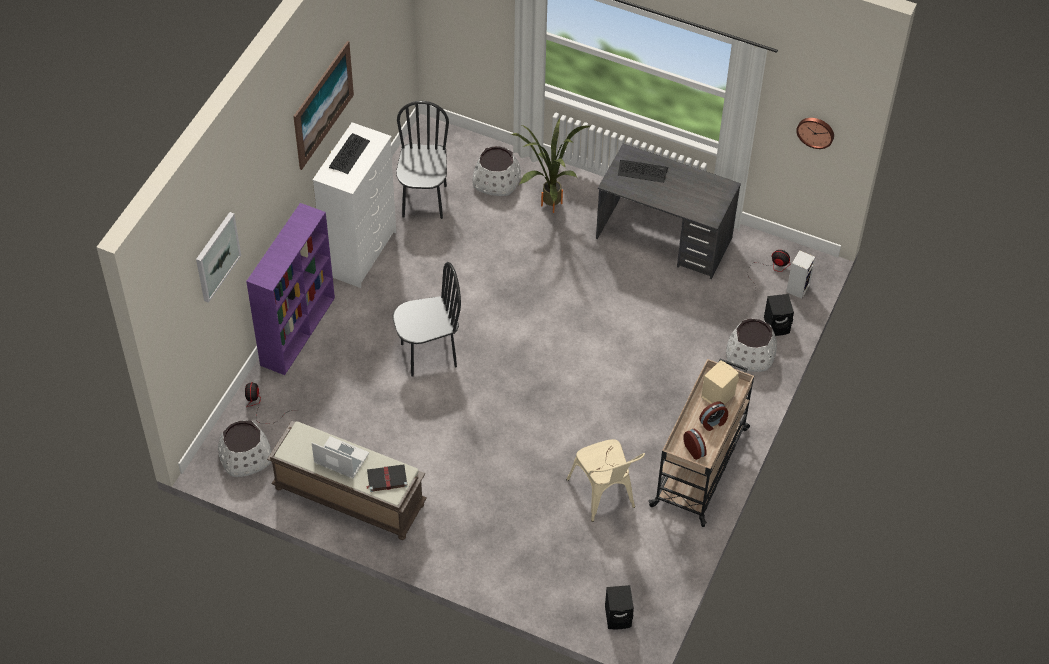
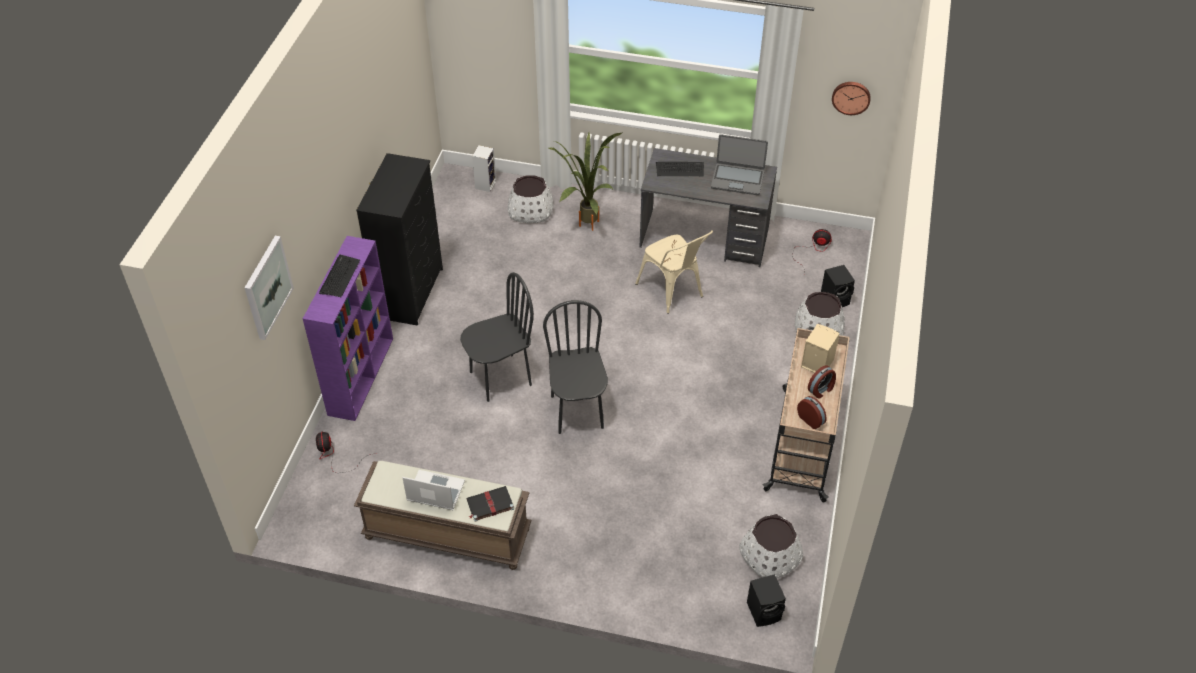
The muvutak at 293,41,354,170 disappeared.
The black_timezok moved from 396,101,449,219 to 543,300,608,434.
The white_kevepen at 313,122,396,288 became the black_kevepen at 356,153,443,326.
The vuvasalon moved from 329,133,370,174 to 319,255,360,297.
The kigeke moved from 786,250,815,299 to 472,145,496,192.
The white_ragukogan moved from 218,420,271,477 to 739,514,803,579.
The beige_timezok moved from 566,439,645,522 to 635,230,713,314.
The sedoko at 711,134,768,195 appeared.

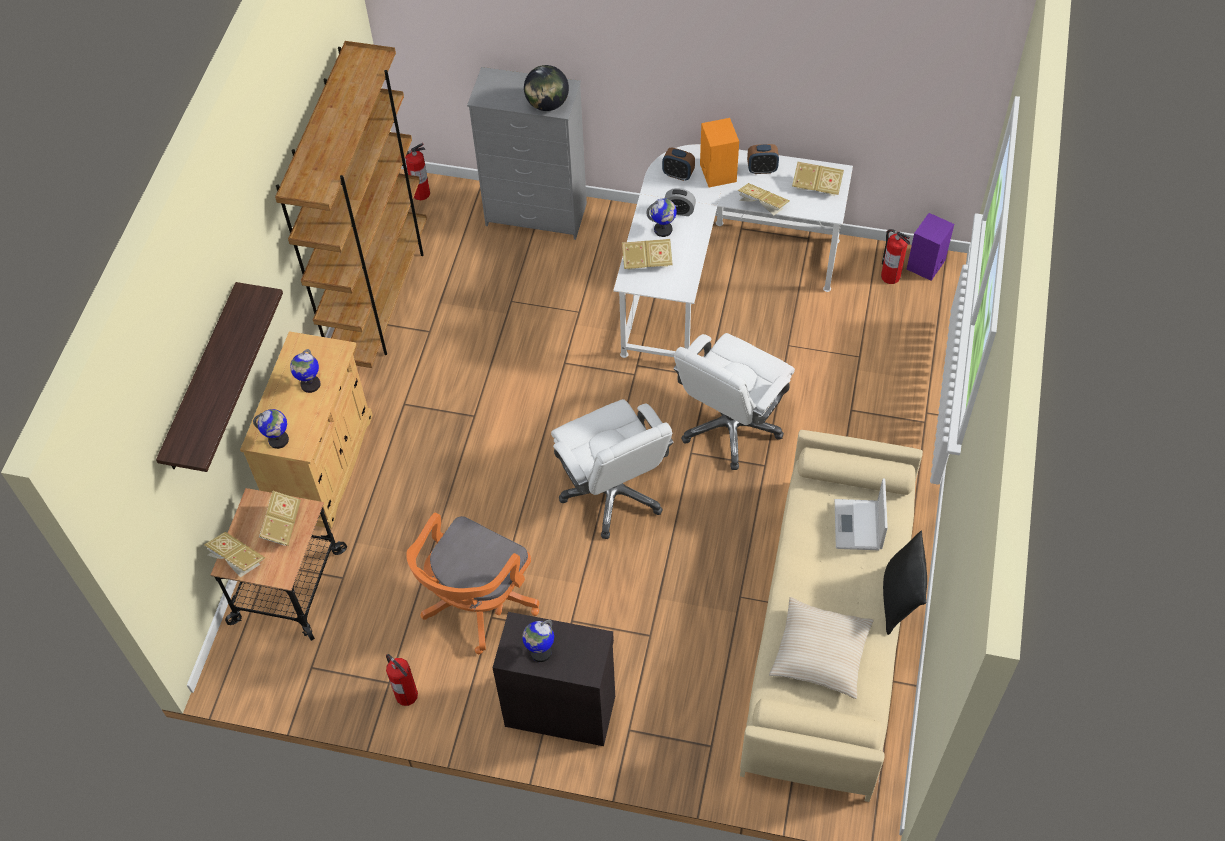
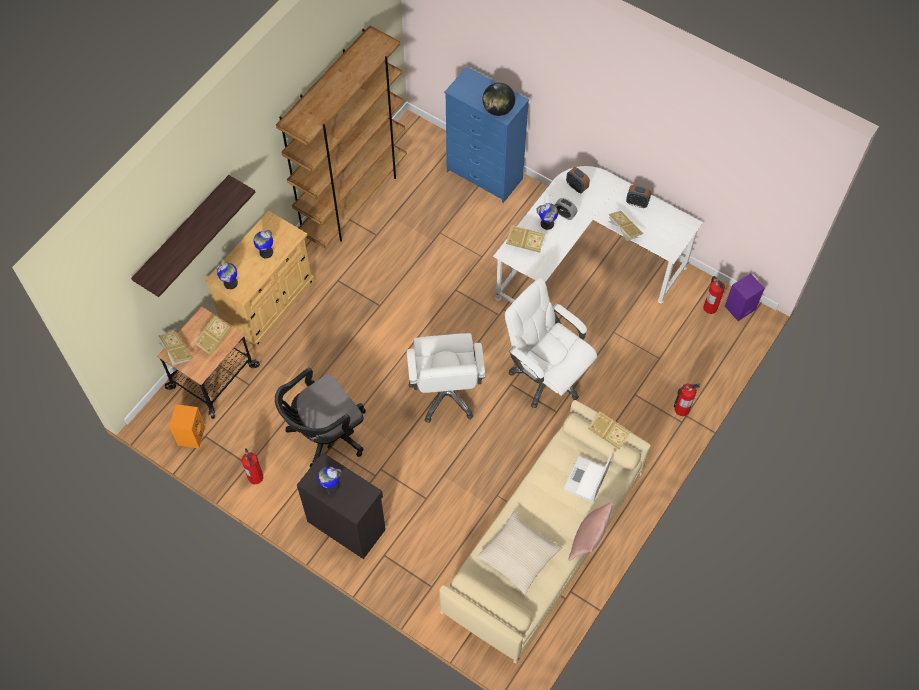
The grey_kevepen at 467,67,587,240 became the blue_kevepen at 444,67,529,203.
The orange_kigeke moved from 700,118,739,187 to 169,404,205,449.
The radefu moved from 405,143,430,201 to 674,384,700,416.
The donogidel moved from 792,162,844,196 to 588,411,630,449.
The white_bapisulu at 673,333,795,470 turned 75 degrees clockwise.
The orange_bapisulu at 406,512,540,654 became the black_bapisulu at 275,368,366,467.
The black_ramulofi at 883,530,927,635 became the pink_ramulofi at 568,502,613,561.

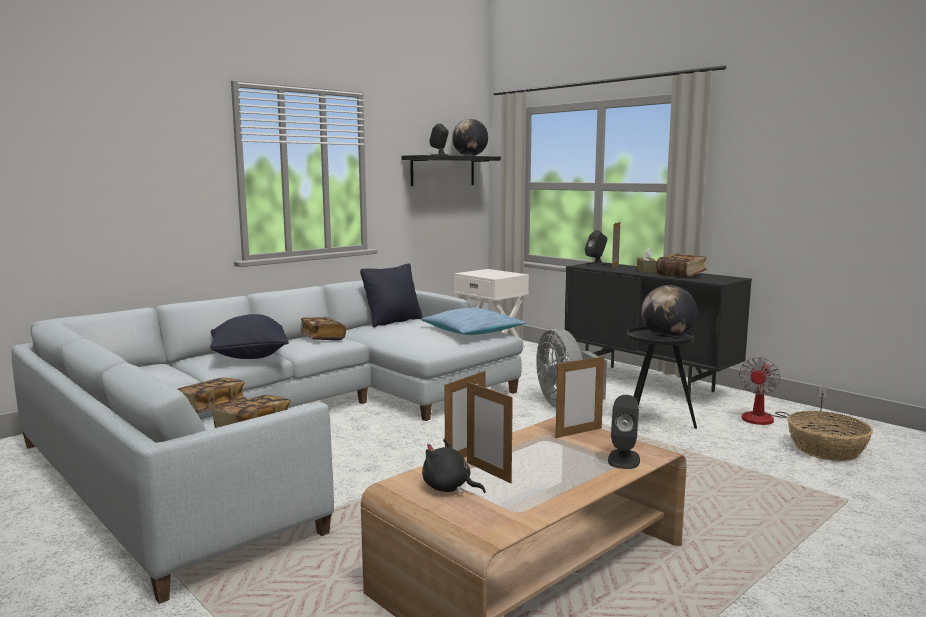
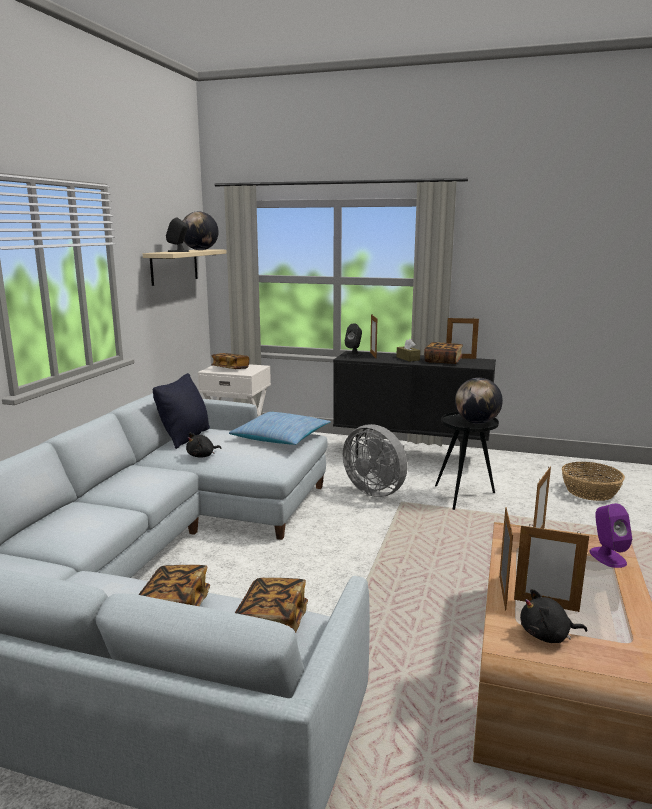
The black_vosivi at 402,155,501,186 became the beige_vosivi at 143,249,227,286.
The black_ramulofi at 210,314,289,359 disappeared.
The donogidel moved from 300,317,346,341 to 211,353,249,369.
The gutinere at 739,357,828,425 disappeared.
The black_kigeke at 608,395,640,469 became the purple_kigeke at 589,503,632,568.
The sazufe at 446,317,479,359 appeared.
The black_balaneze at 186,433,222,457 appeared.

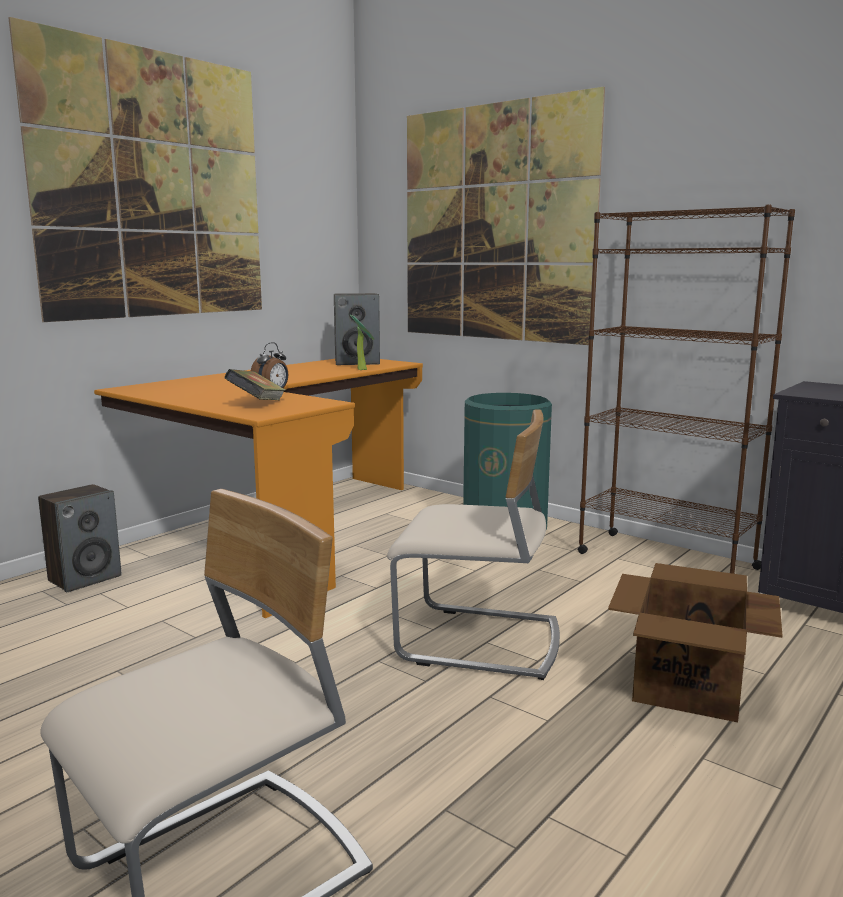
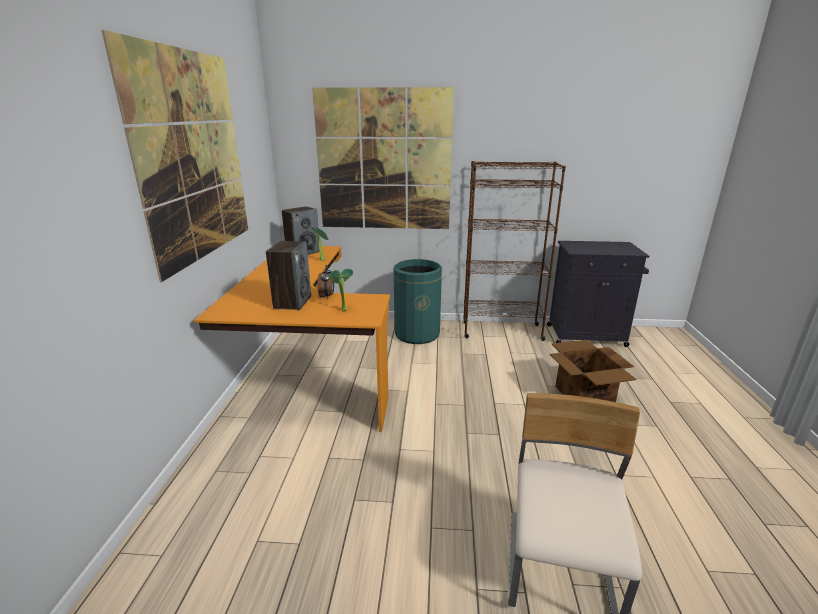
The donogidel at 224,369,286,401 was replaced by the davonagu at 329,269,353,311.
The beige_timezok at 387,410,560,680 disappeared.
The kigeke moved from 38,484,122,592 to 266,241,311,310.

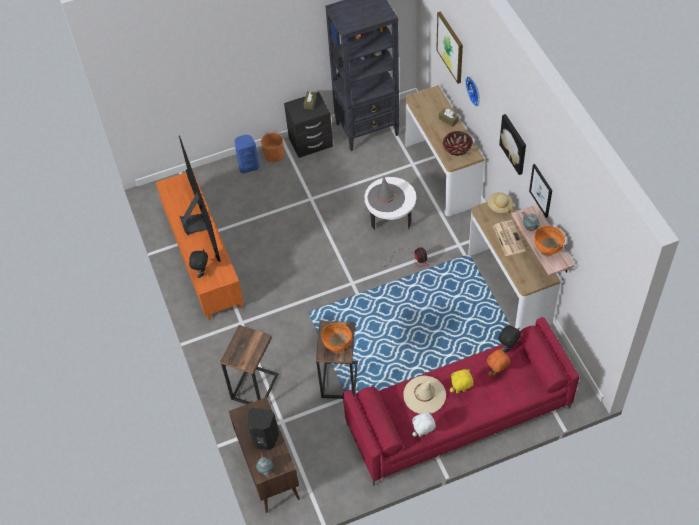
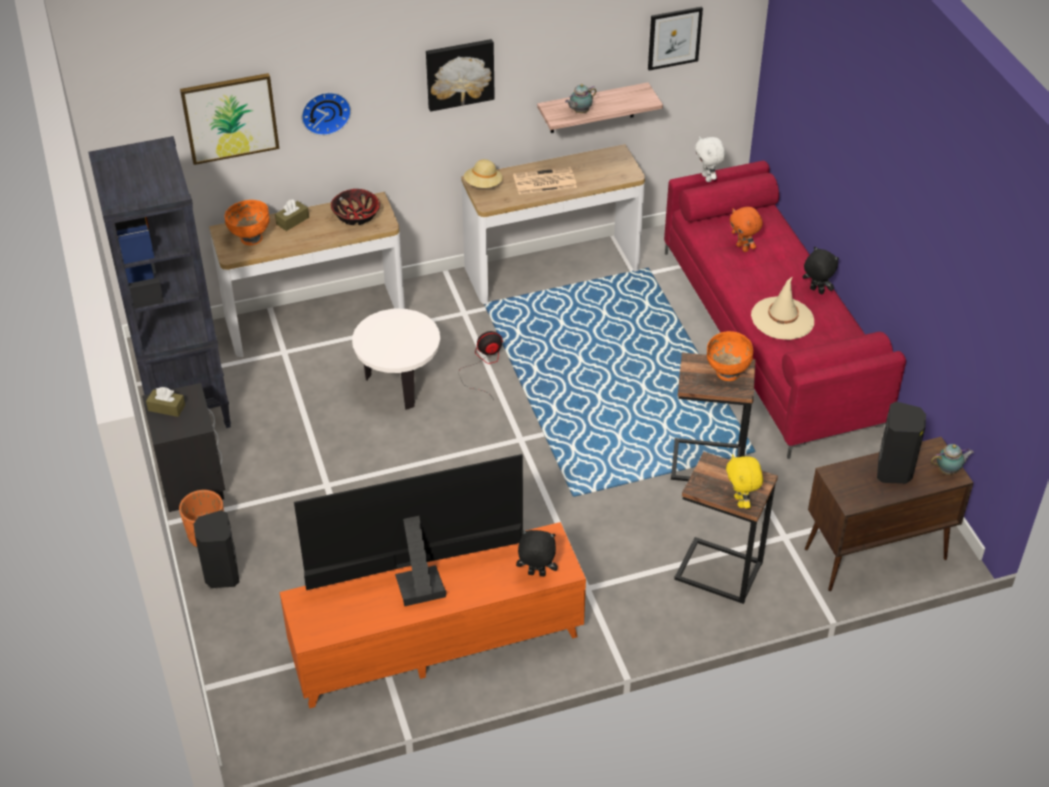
The blue_kigeke at 235,135,260,173 became the black_kigeke at 194,510,239,588.
The muvutak moved from 529,164,552,218 to 648,7,703,70.
The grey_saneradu at 367,176,405,212 disappeared.
The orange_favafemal moved from 535,226,565,257 to 225,200,270,245.
The black_balaneze moved from 498,326,521,353 to 803,247,839,294.
The yellow_balaneze moved from 450,369,473,393 to 726,454,763,509.
The white_balaneze moved from 412,412,436,437 to 695,136,726,182.

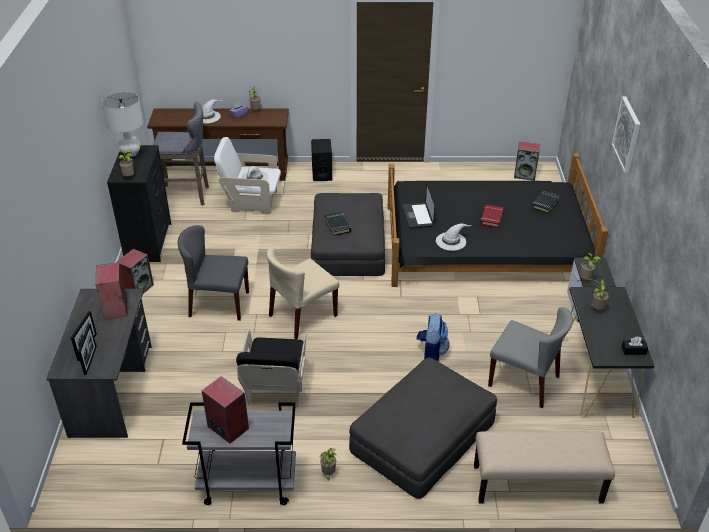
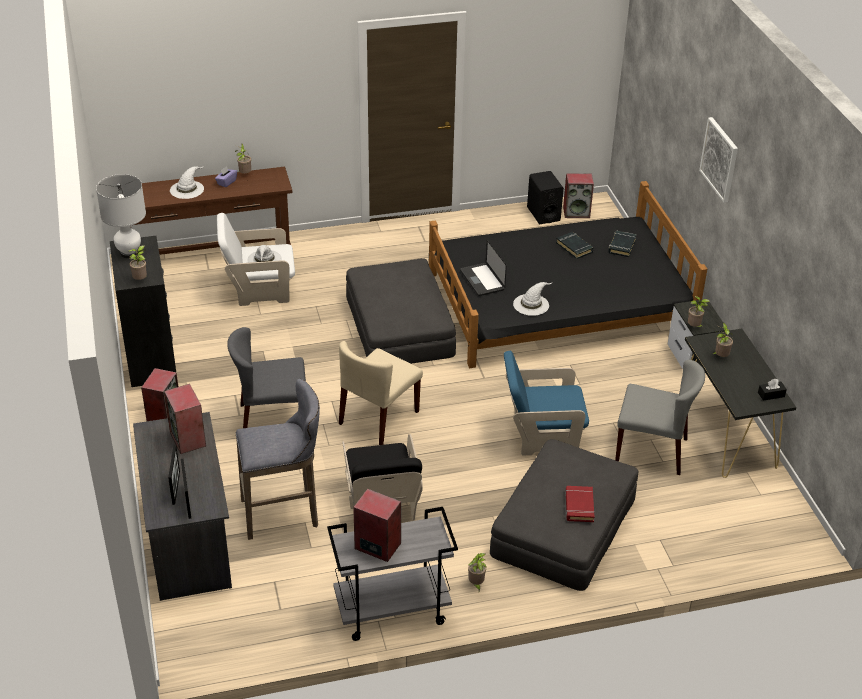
The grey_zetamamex moved from 153,102,209,205 to 236,379,320,540.
The black_kigeke moved from 311,139,332,181 to 527,171,564,224.
The red_donogidel moved from 480,205,504,228 to 565,486,594,522.
The black_donogidel moved from 325,212,351,236 to 556,232,594,259.
The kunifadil at 417,313,450,361 was replaced by the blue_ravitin at 504,351,589,455.
The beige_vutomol at 474,431,615,504 disappeared.

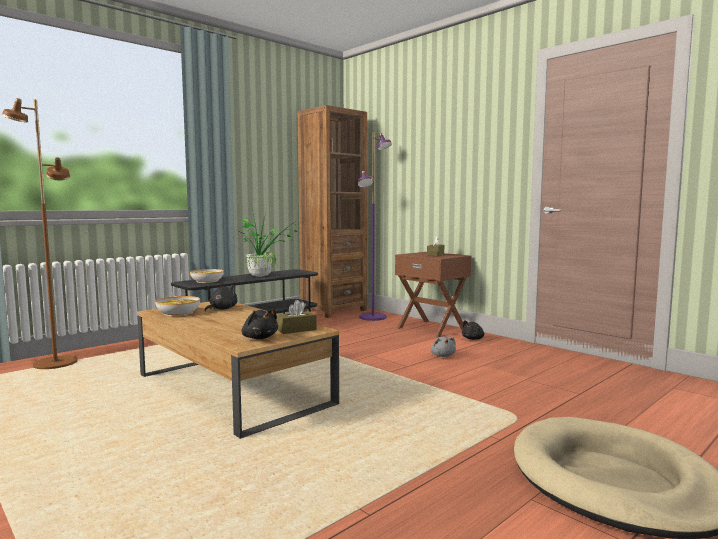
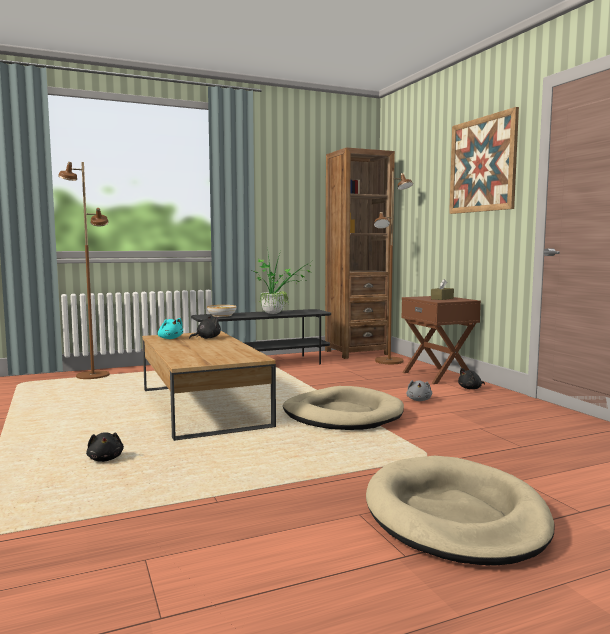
The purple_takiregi at 358,132,392,321 became the brown_takiregi at 374,172,413,364.
The favafemal at 155,296,200,316 was replaced by the turquoise_balaneze at 158,318,183,339.
The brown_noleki at 276,300,317,334 disappeared.
The black_balaneze moved from 242,308,278,339 to 86,432,124,462.
The muvutak at 449,107,519,214 appeared.
The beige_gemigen at 283,386,404,430 appeared.

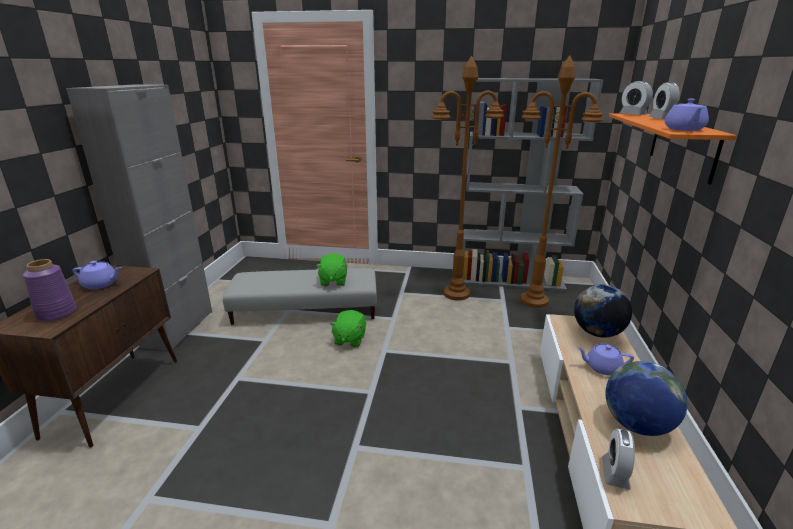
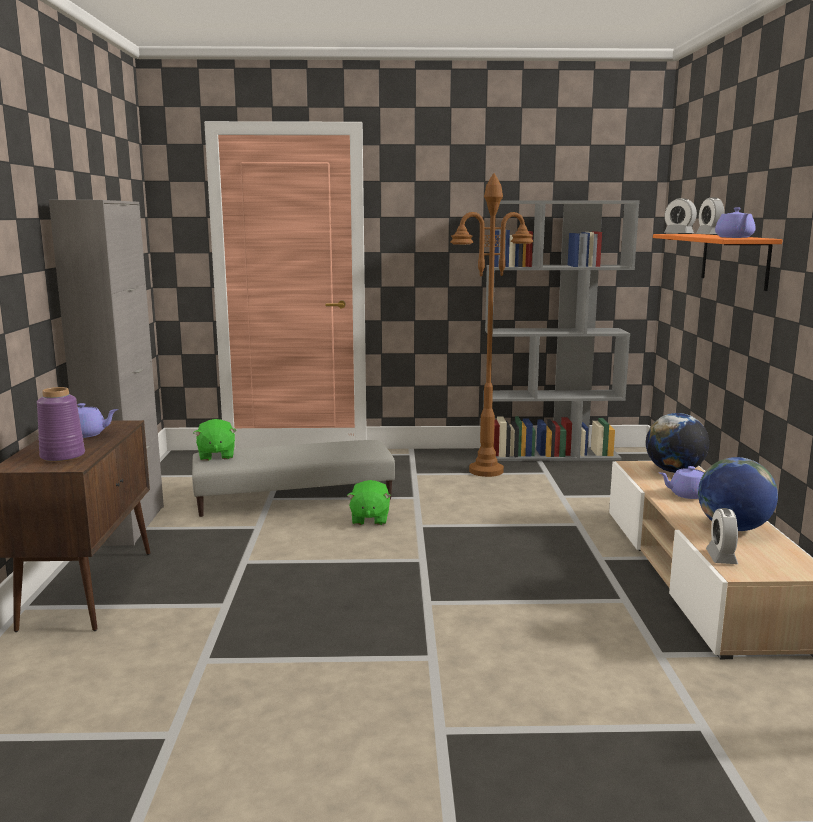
The brown_takiregi at 521,55,603,308 disappeared.
The green_balaneze moved from 316,253,347,286 to 194,419,237,461.

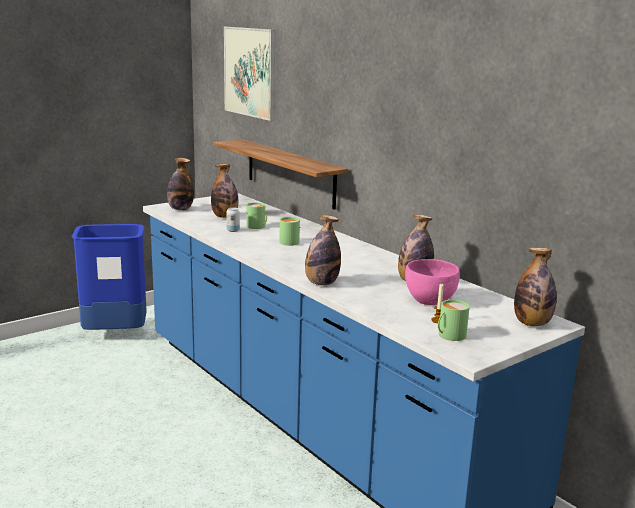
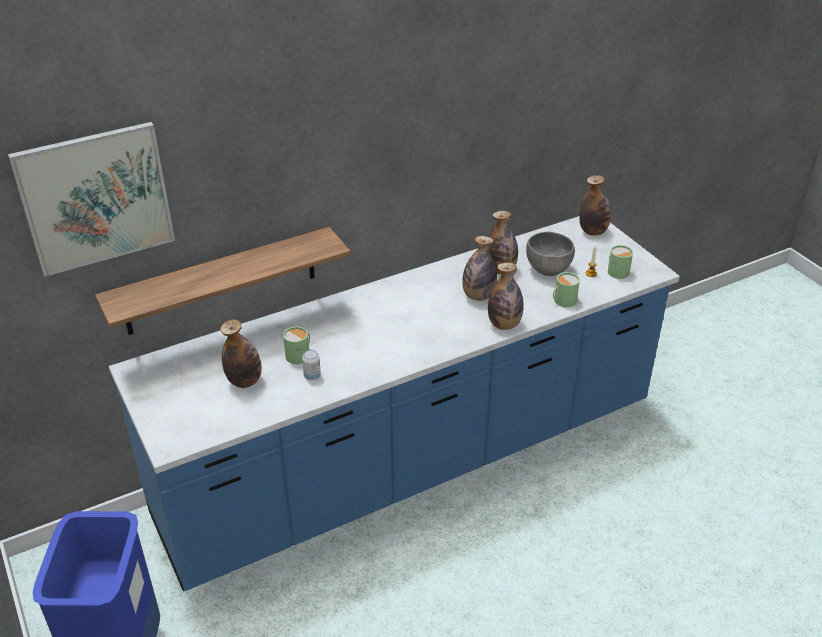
The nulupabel moved from 167,158,194,210 to 462,236,497,301.
The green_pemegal moved from 279,217,301,246 to 553,272,580,307.
The pink_favafemal at 405,259,460,305 became the grey_favafemal at 526,232,575,276.

